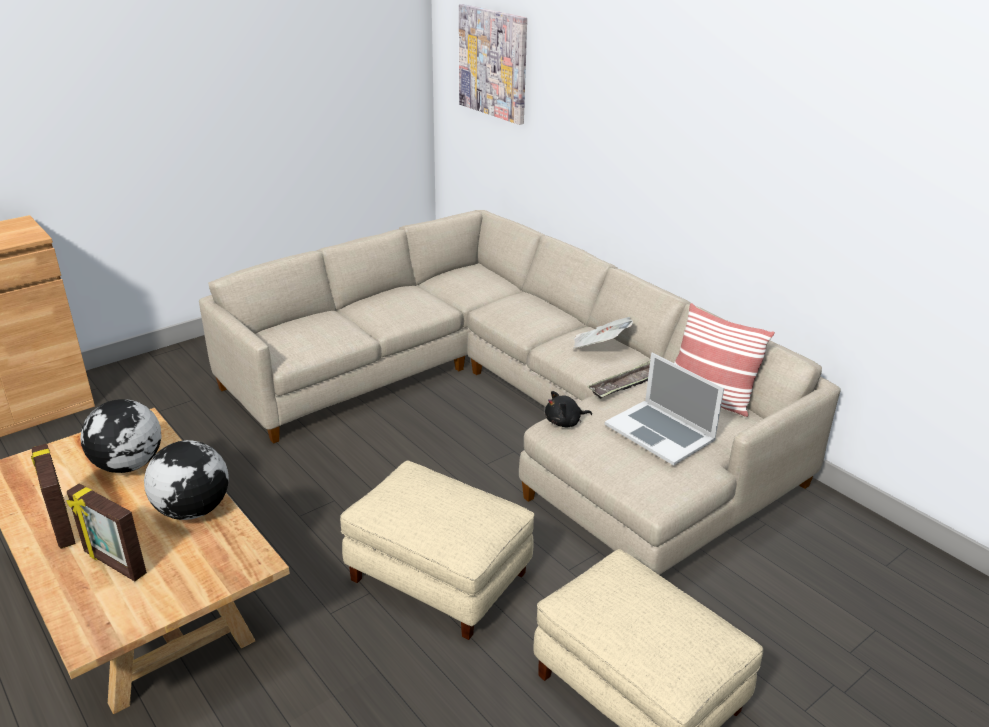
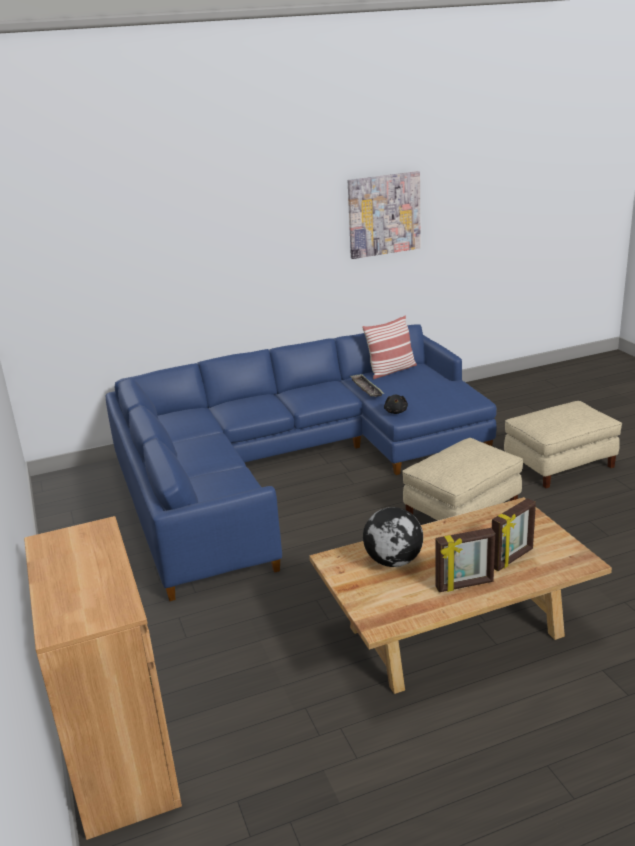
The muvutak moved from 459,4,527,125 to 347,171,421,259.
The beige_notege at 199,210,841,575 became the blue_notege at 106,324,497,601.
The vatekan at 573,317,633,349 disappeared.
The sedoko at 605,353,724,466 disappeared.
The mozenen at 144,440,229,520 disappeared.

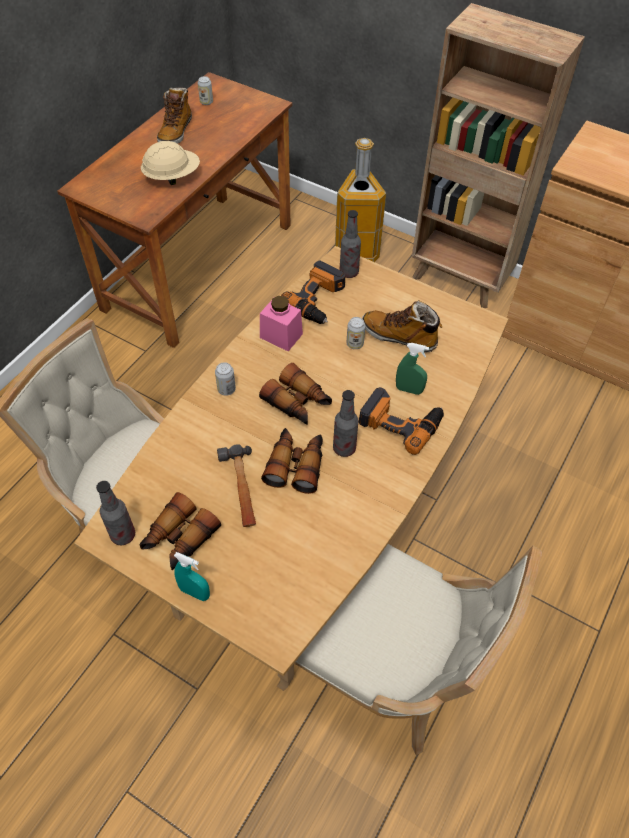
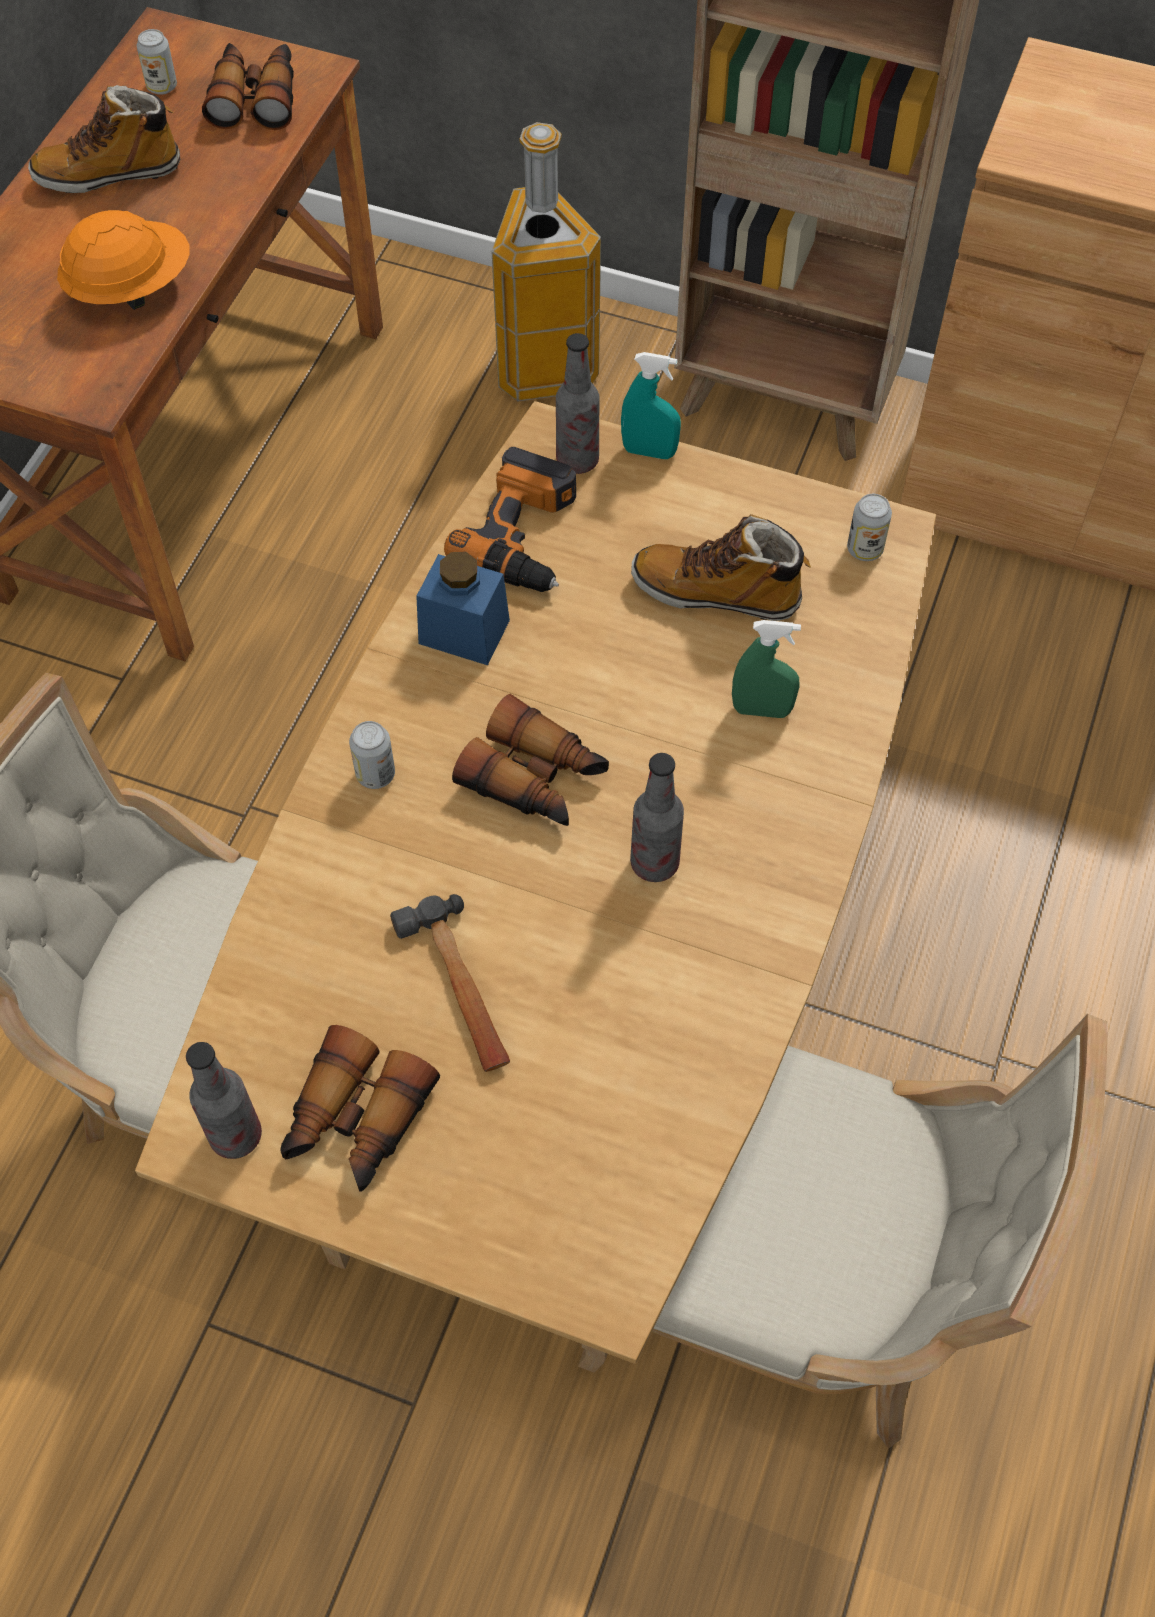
The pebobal at 157,87,192,144 turned 75 degrees clockwise.
The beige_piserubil at 141,141,200,185 became the orange_piserubil at 57,210,189,310.
The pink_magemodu at 260,296,303,351 became the blue_magemodu at 416,552,510,665.
The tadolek moved from 347,317,366,349 to 847,494,892,561.
The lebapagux at 359,387,444,455 disappeared.
The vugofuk moved from 261,428,323,494 to 202,43,294,130.
The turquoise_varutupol moved from 174,552,210,601 to 621,352,681,459.

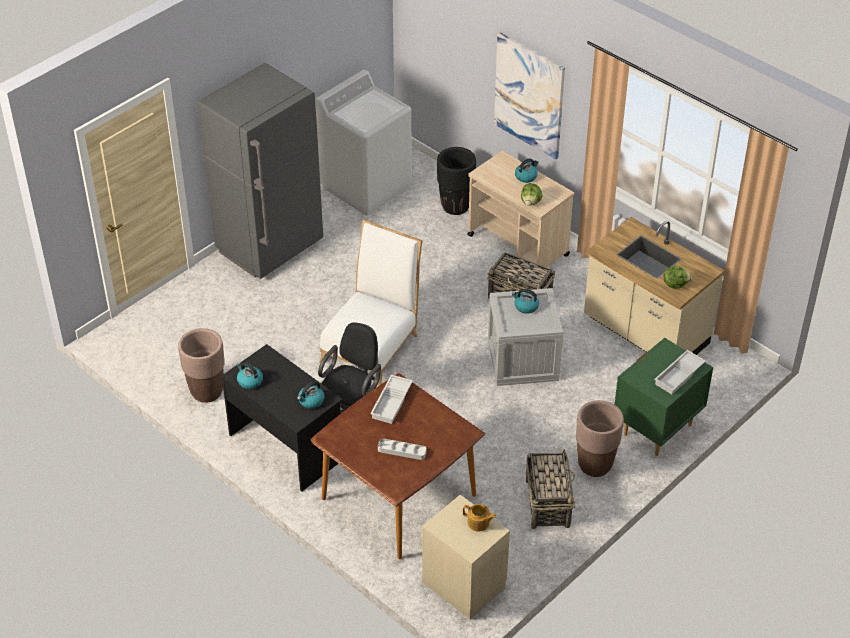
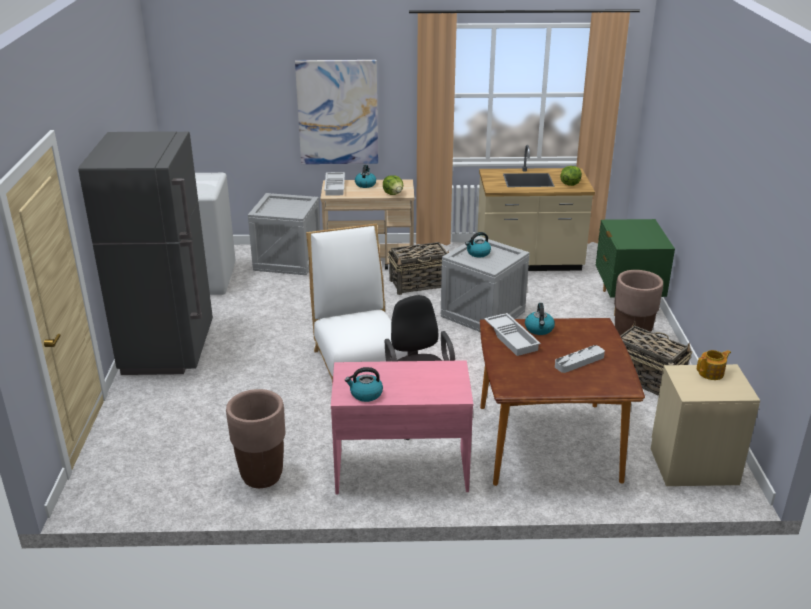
The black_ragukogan at 437,147,476,215 was replaced by the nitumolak at 248,193,320,275.
The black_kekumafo at 221,344,343,492 became the pink_kekumafo at 331,360,473,494.
The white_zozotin moved from 654,350,706,394 to 324,172,345,196.
The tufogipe moved from 297,381,325,409 to 525,303,555,335.

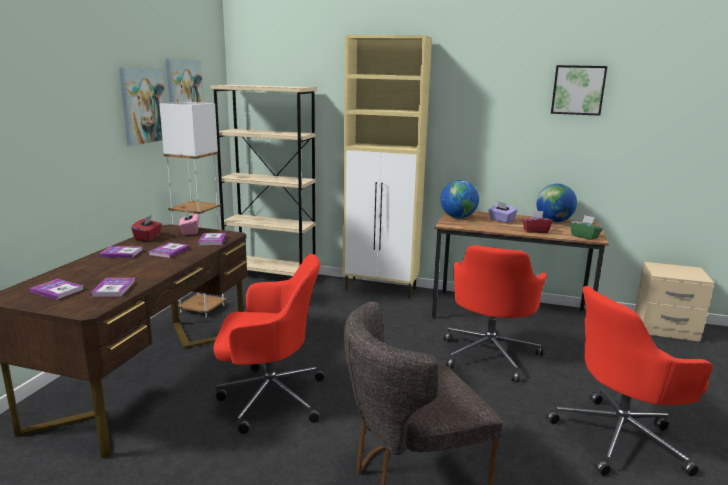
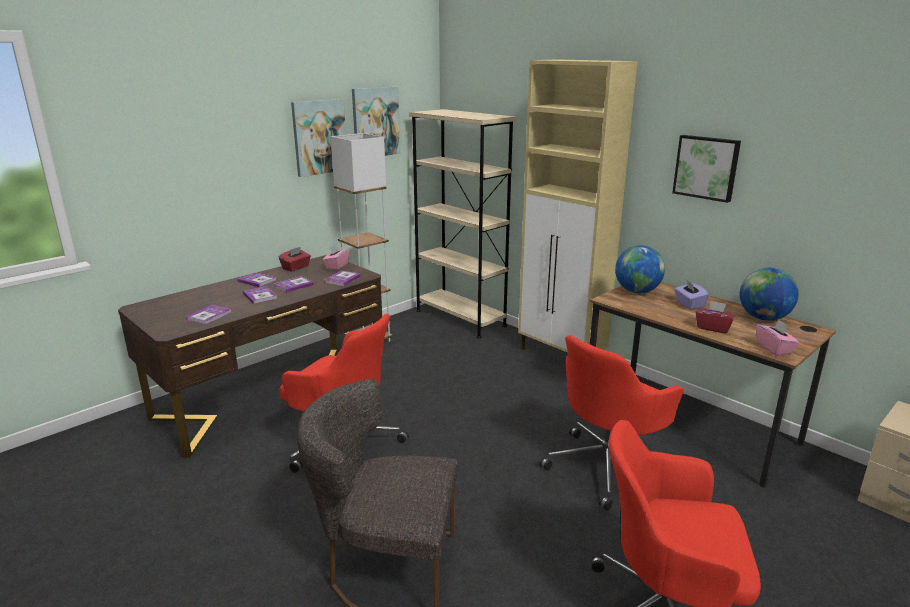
The muvutak moved from 551,65,607,116 to 672,135,741,203.
The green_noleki at 570,215,603,240 became the pink_noleki at 756,320,799,356.
The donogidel moved from 29,279,84,300 to 243,286,277,304.

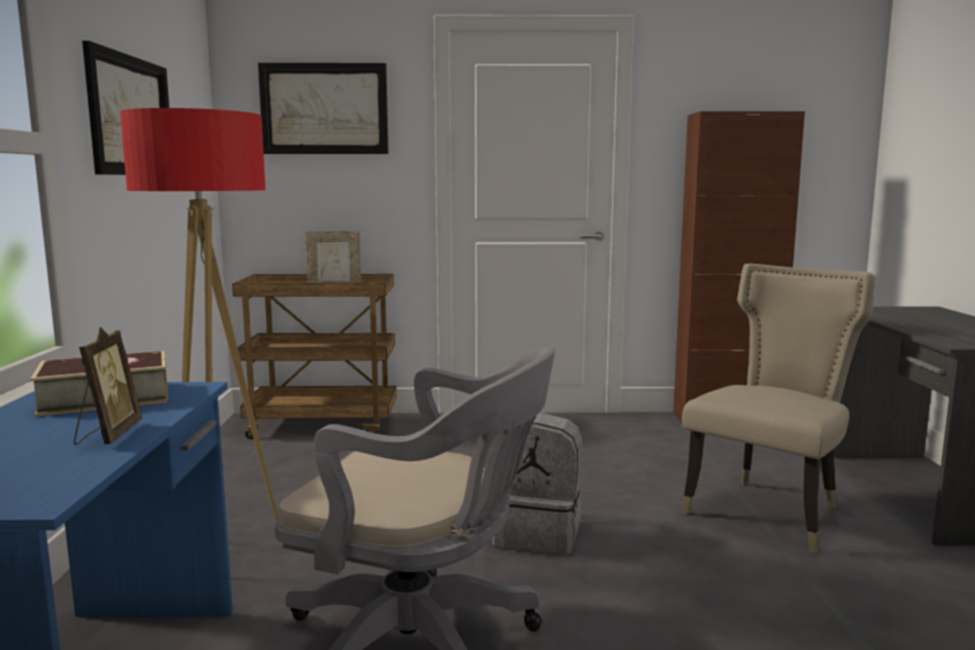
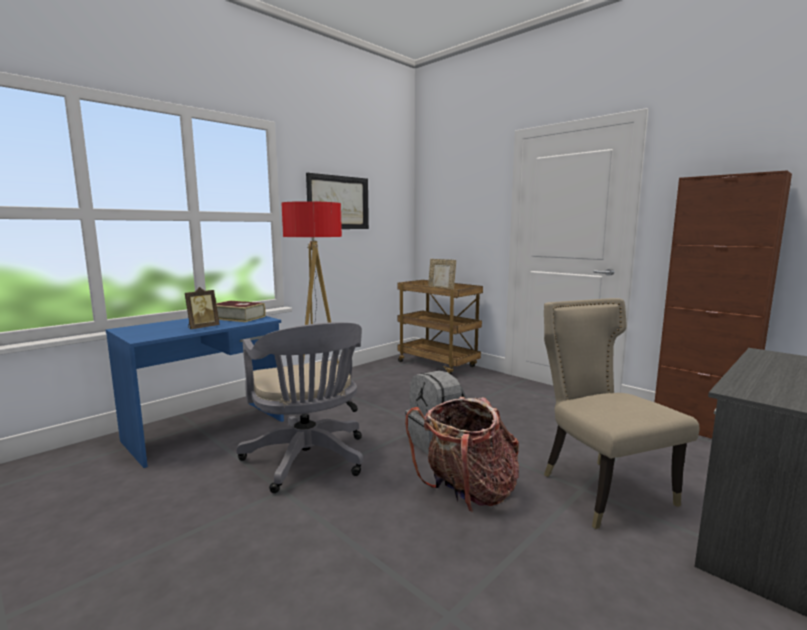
The muvutak at 258,63,389,154 disappeared.
The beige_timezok at 681,264,876,554 turned 105 degrees counterclockwise.
The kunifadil at 405,397,519,513 appeared.

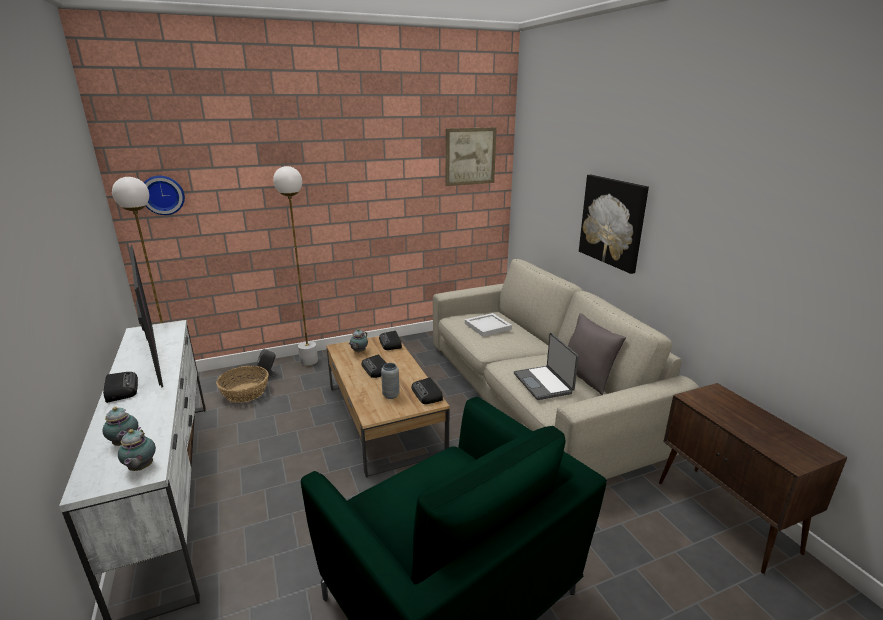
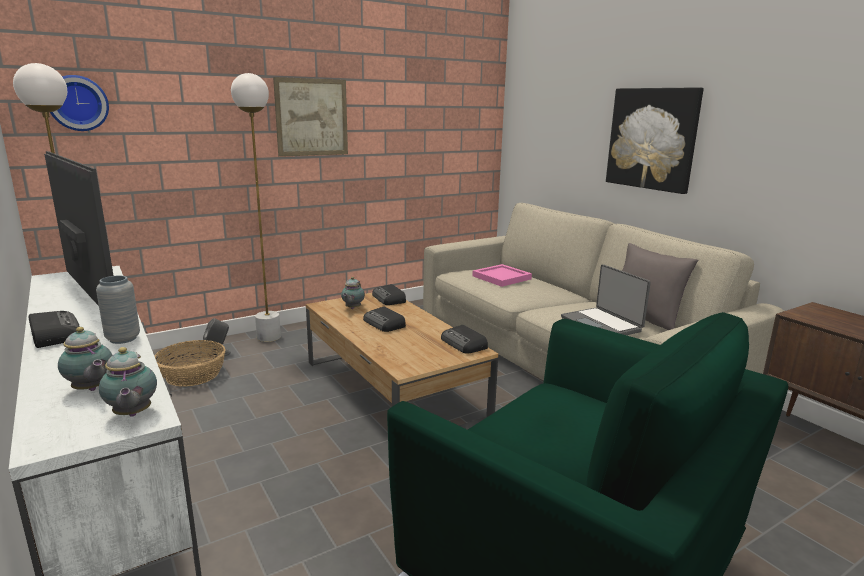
The muvutak moved from 446,127,497,186 to 273,77,348,157.
The white_zozotin at 465,313,512,337 became the pink_zozotin at 472,264,532,287.
The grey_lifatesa moved from 381,363,400,399 to 96,275,140,344.

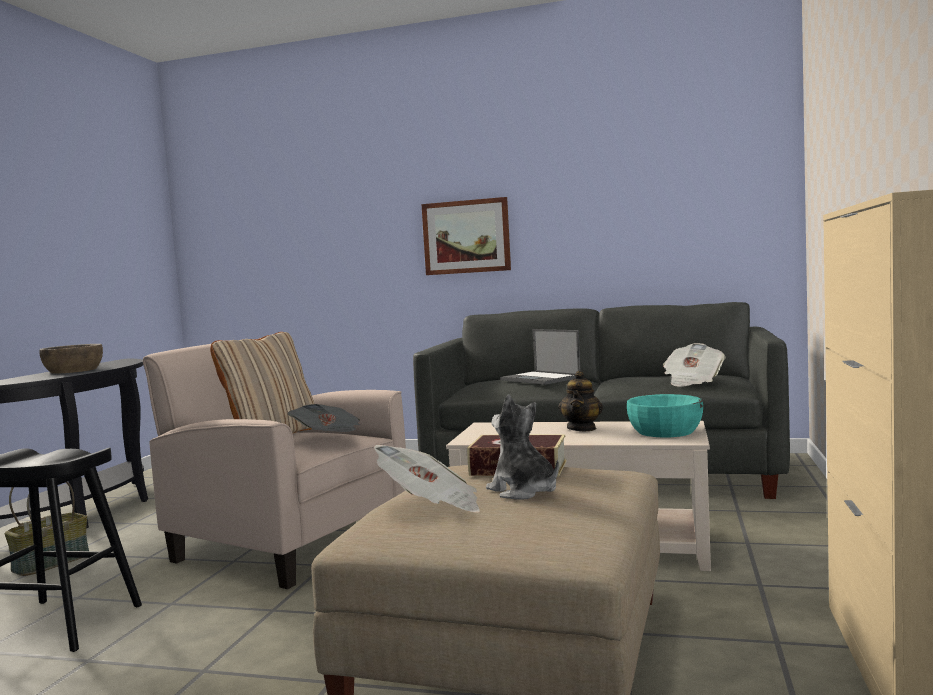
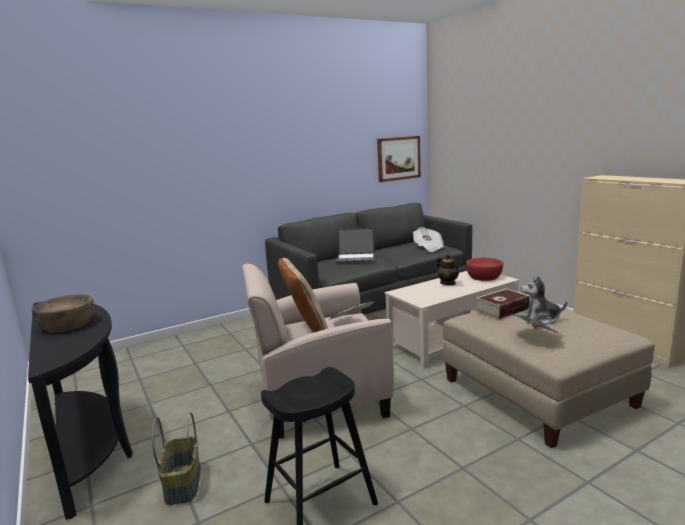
The muvutak moved from 421,197,511,275 to 377,136,421,182.
The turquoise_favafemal at 627,394,703,437 became the red_favafemal at 466,258,503,281.

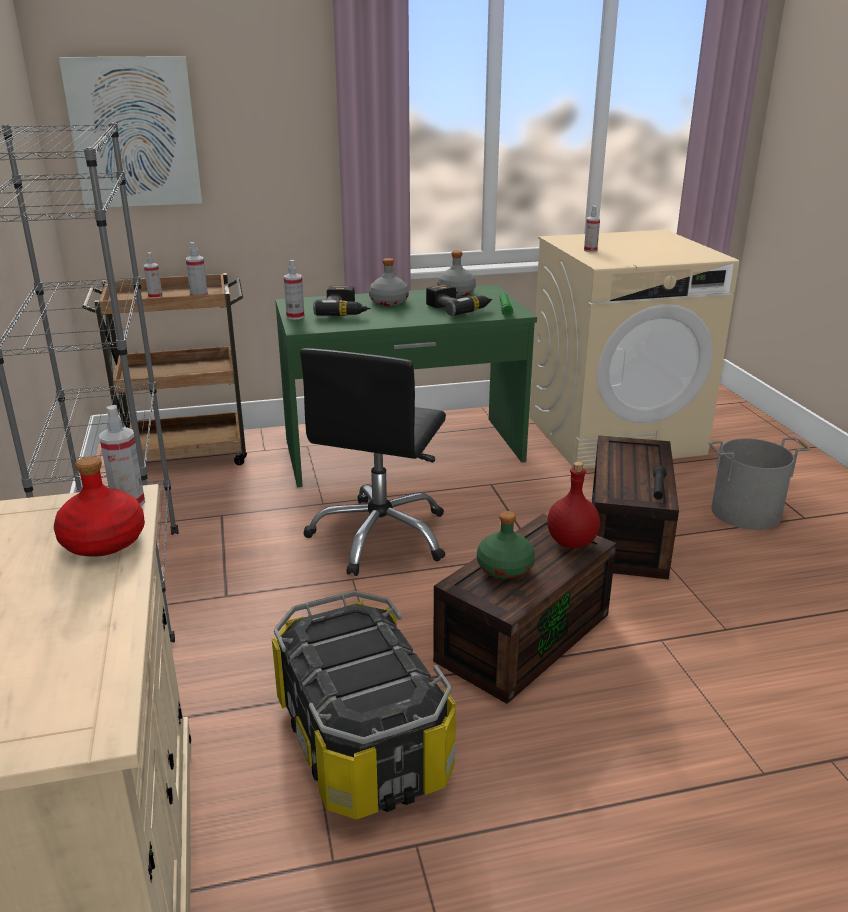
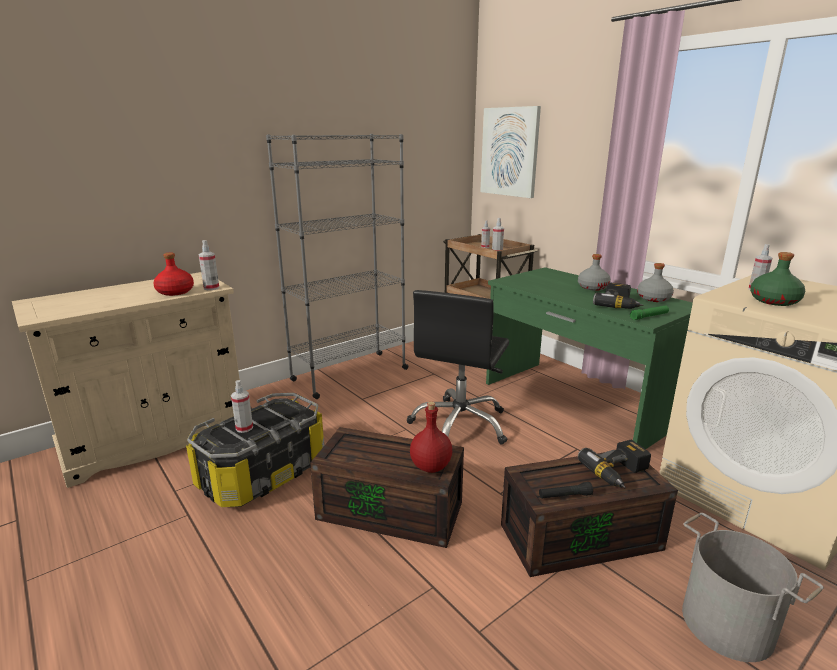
The varutupol moved from 284,260,305,320 to 231,380,253,433.
The lebapagux moved from 313,286,371,316 to 578,440,651,489.
The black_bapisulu at 300,348,446,576 turned 60 degrees counterclockwise.
The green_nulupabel moved from 477,511,535,579 to 750,252,805,306.

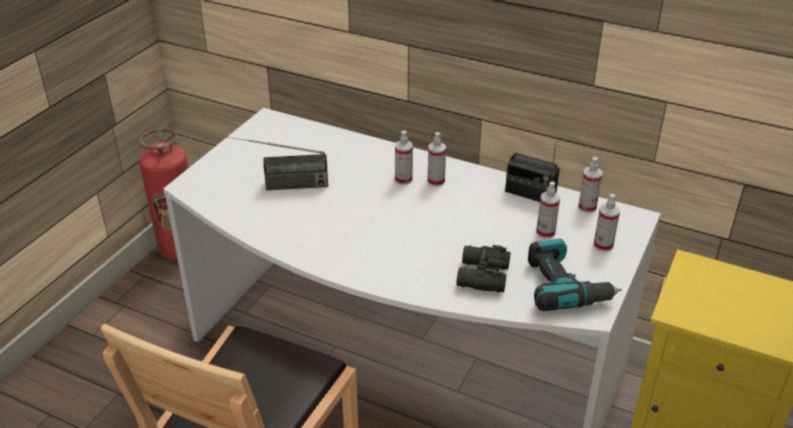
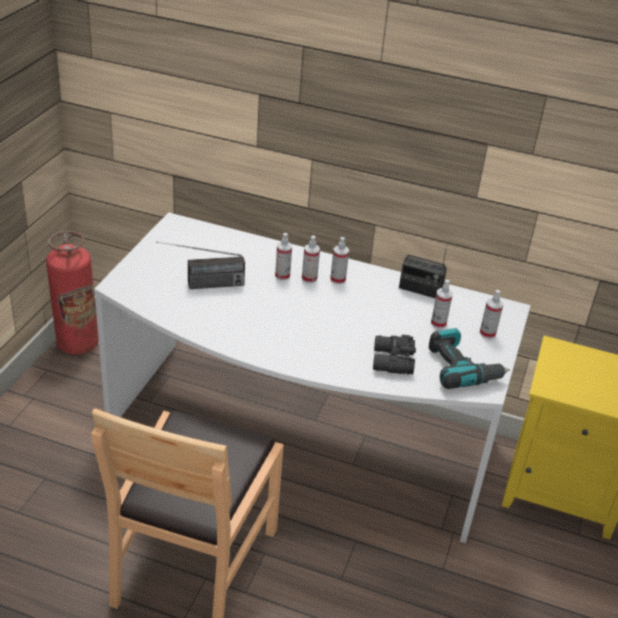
The varutupol moved from 578,157,602,213 to 275,233,292,280.

